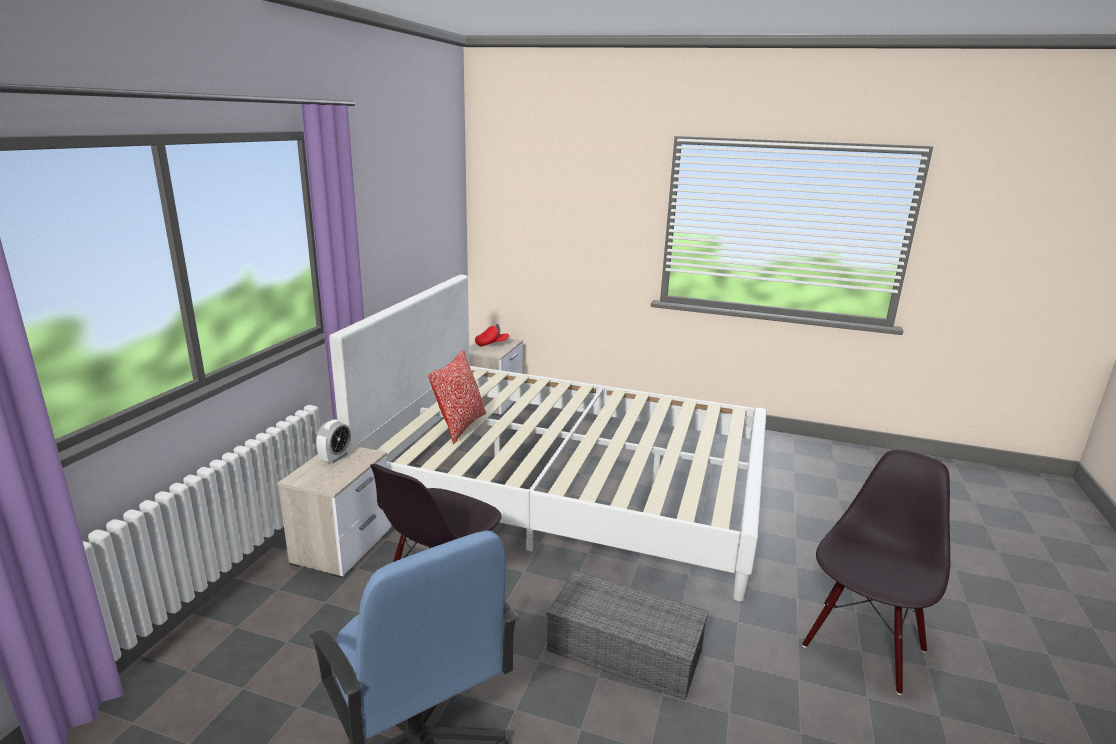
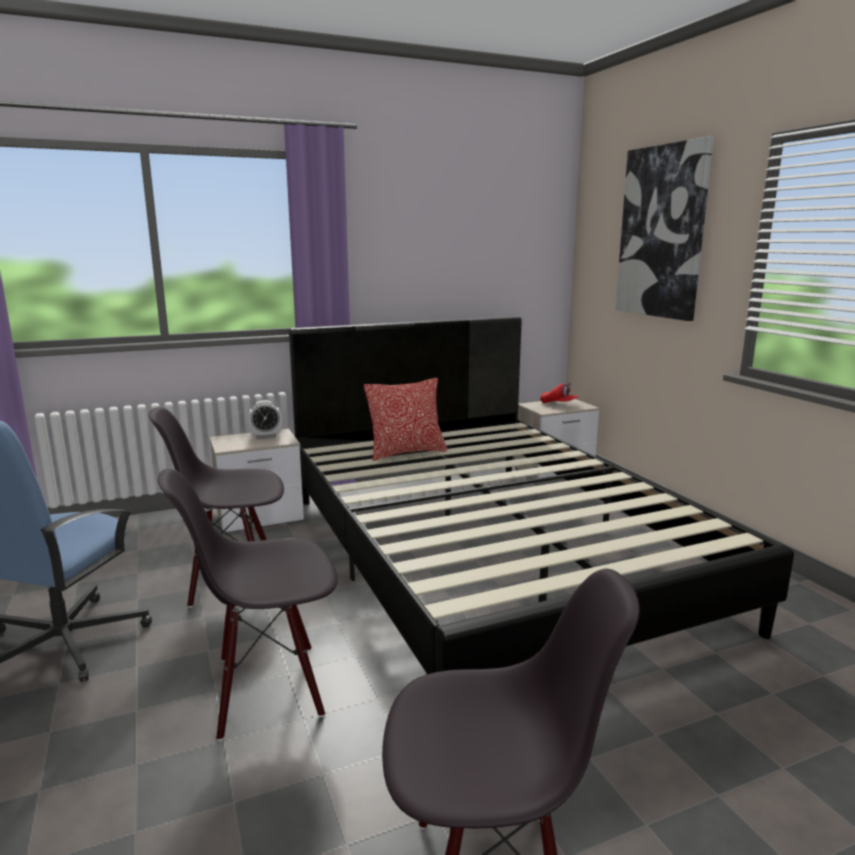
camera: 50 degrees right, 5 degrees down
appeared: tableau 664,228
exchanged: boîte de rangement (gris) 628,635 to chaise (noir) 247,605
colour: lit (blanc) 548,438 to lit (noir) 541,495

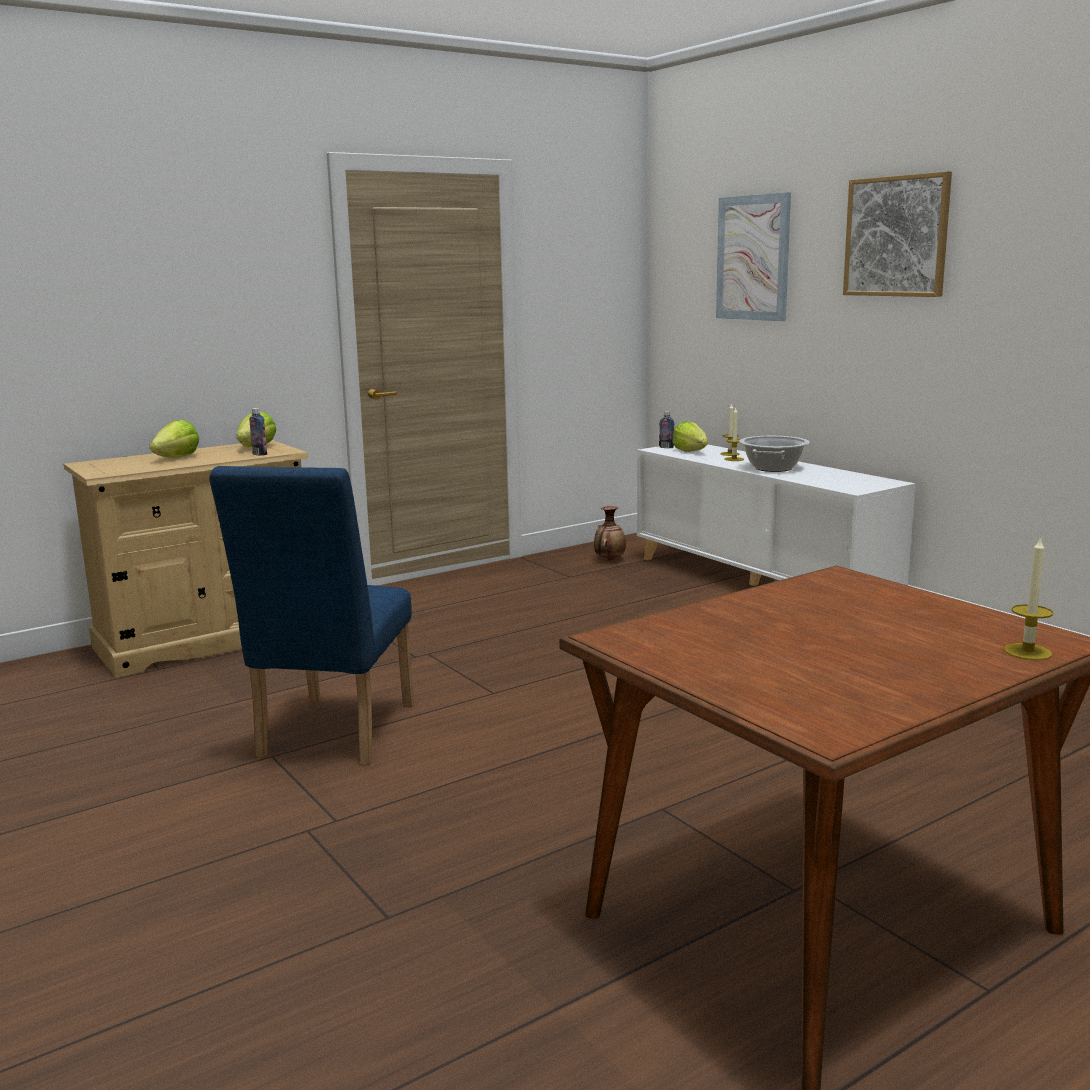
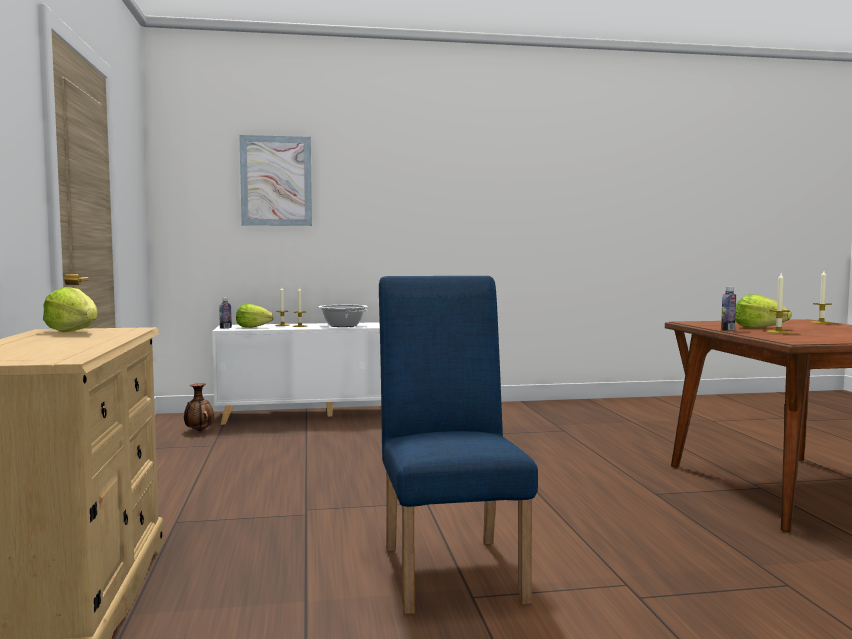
camera: 65 degrees left, 10 degrees down
missing: tableau 897,234
appeared: bougie 778,303
relocated: laitue 174,439 to 763,311; bouteille 258,431 to 728,308
spun: chaise (bleu) 311,616 = 458,445 135 degrees counterclockwise

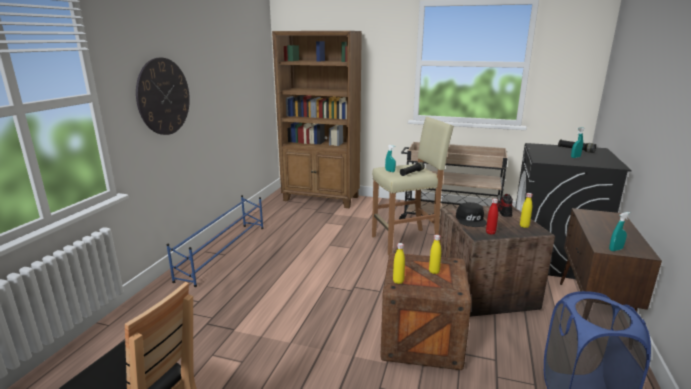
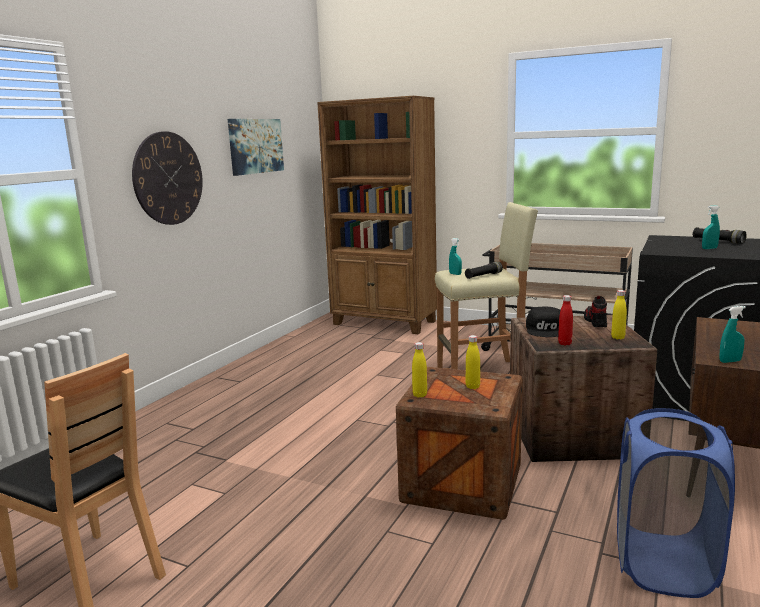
camera: 10 degrees right, 5 degrees down
missing: étagère à chaussures (bleu) 214,241
appeared: tableau 256,147

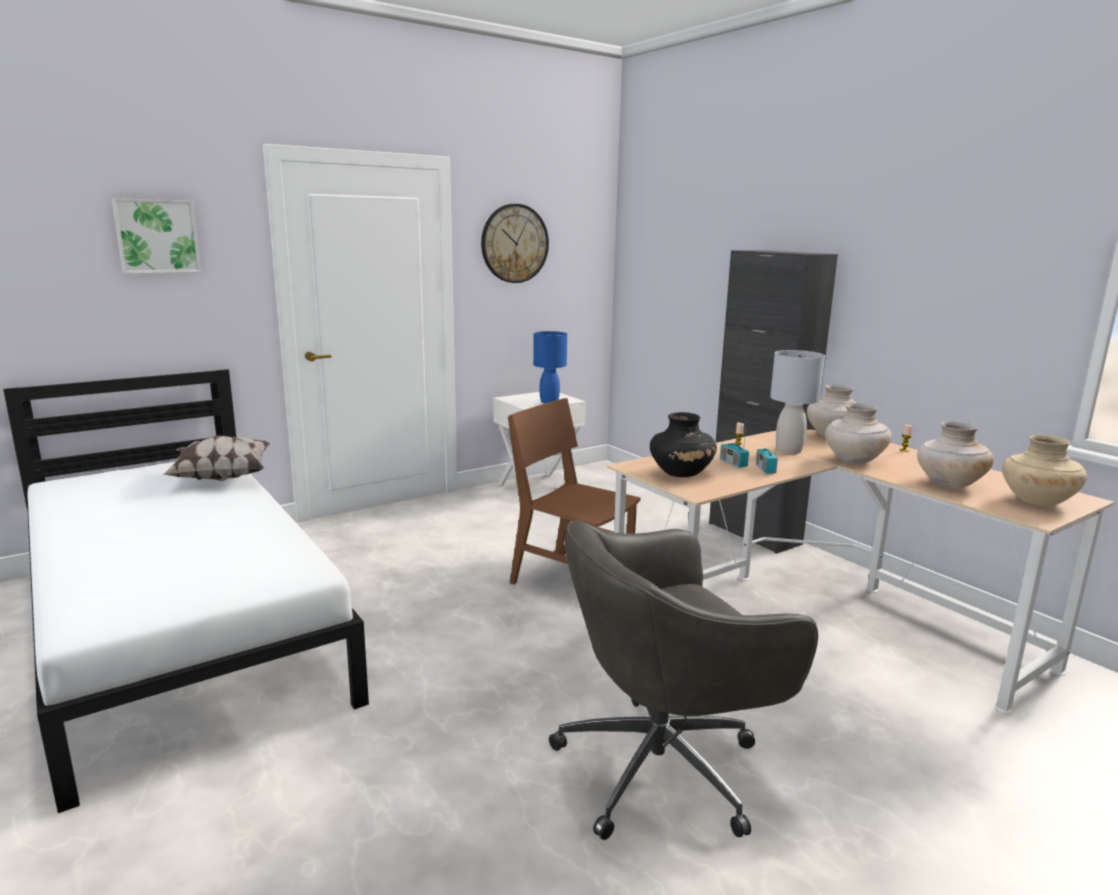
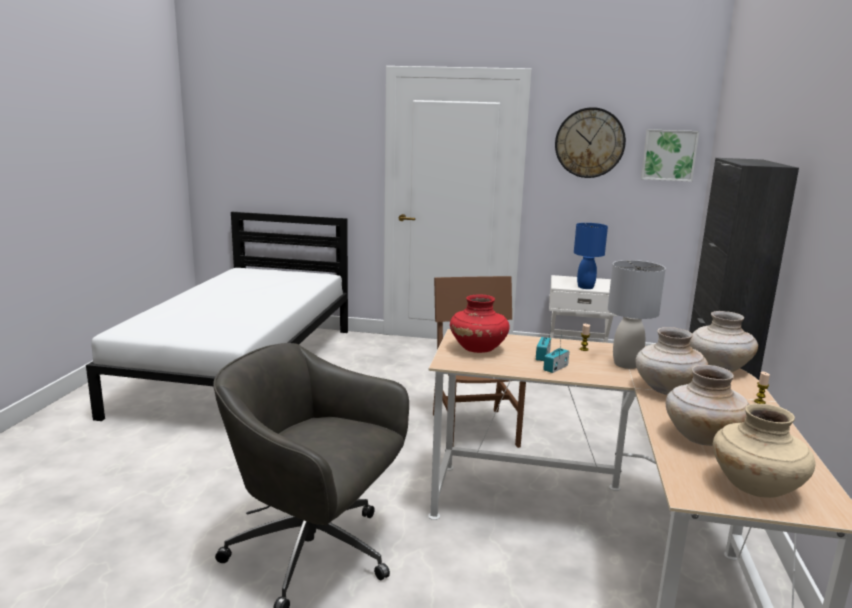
camera: 45 degrees right, 0 degrees up
missing: coussin 216,458
relocated: tableau 156,236 to 670,155
colour: vase (noir) 683,444 to vase (rouge) 480,323

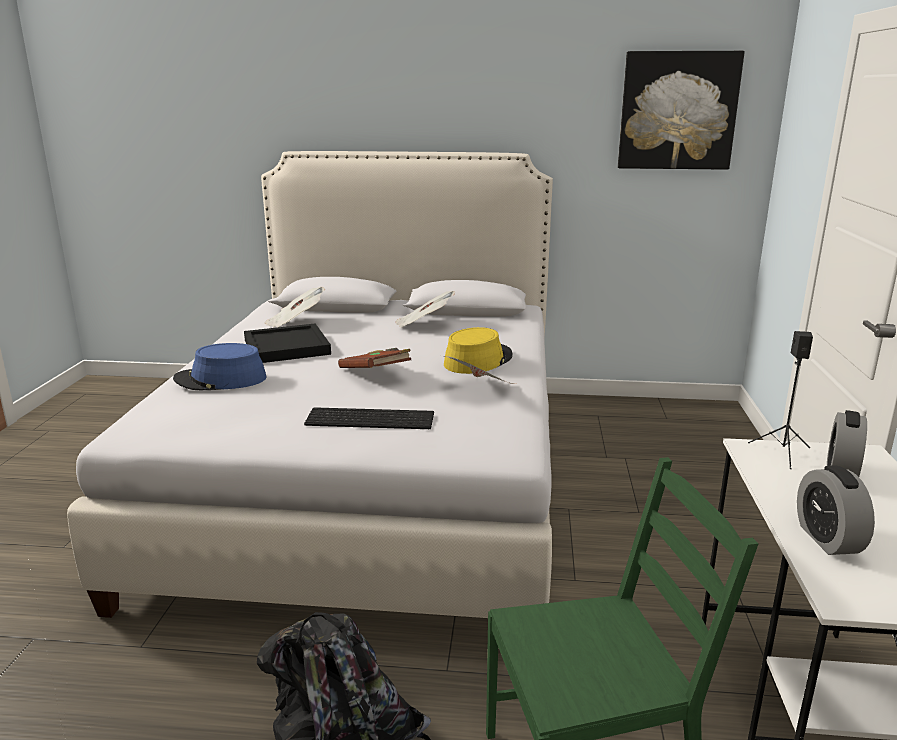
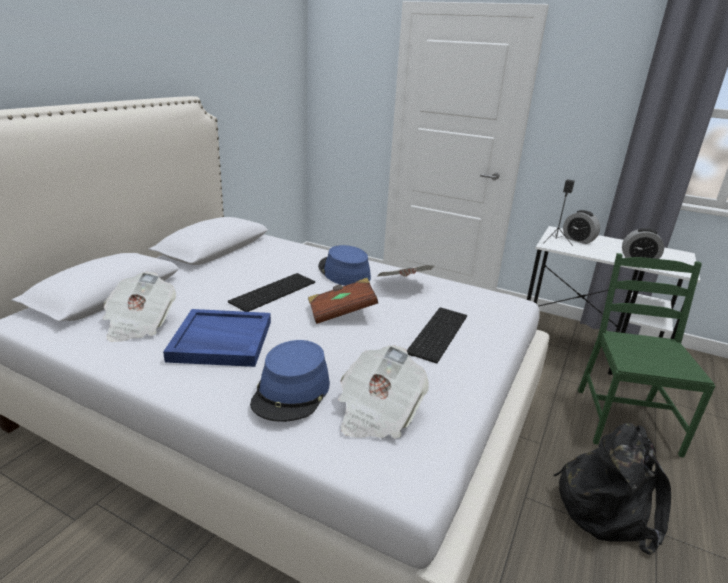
camera: 70 degrees left, 5 degrees up
missing: tableau 681,110
appeared: clavier 271,292
relocated: journal 425,309 to 383,392
colour: plateau (noir) 287,343 to plateau (bleu) 217,338; chapeau (jaune) 478,350 to chapeau (bleu) 344,265

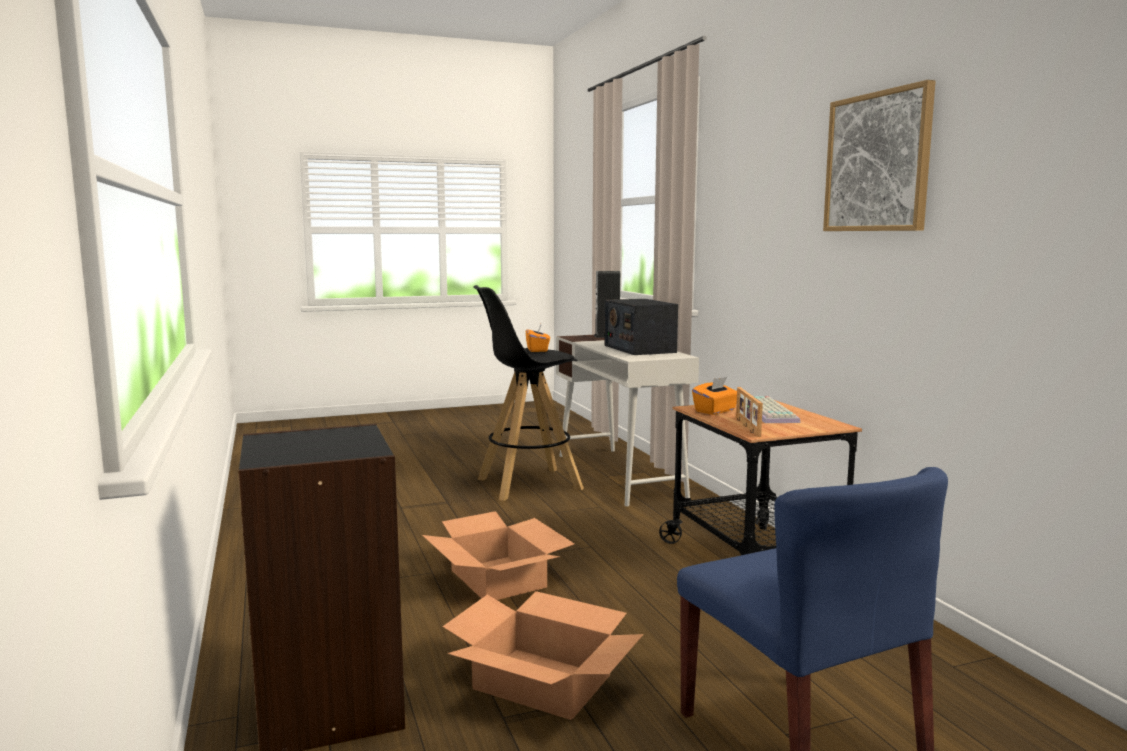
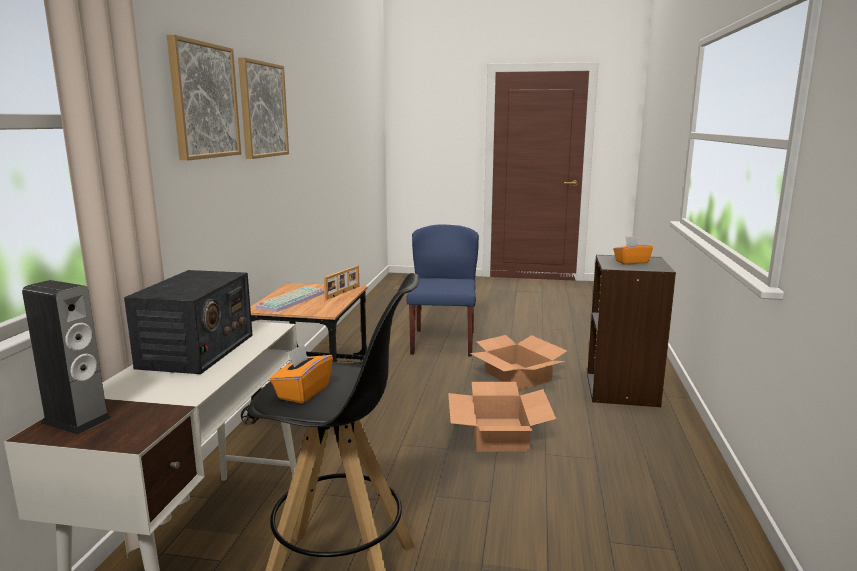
camera: 150 degrees left, 5 degrees up
appeared: tableau 204,97
relocated: boîte à mouchoirs (orange) 714,396 to 633,250

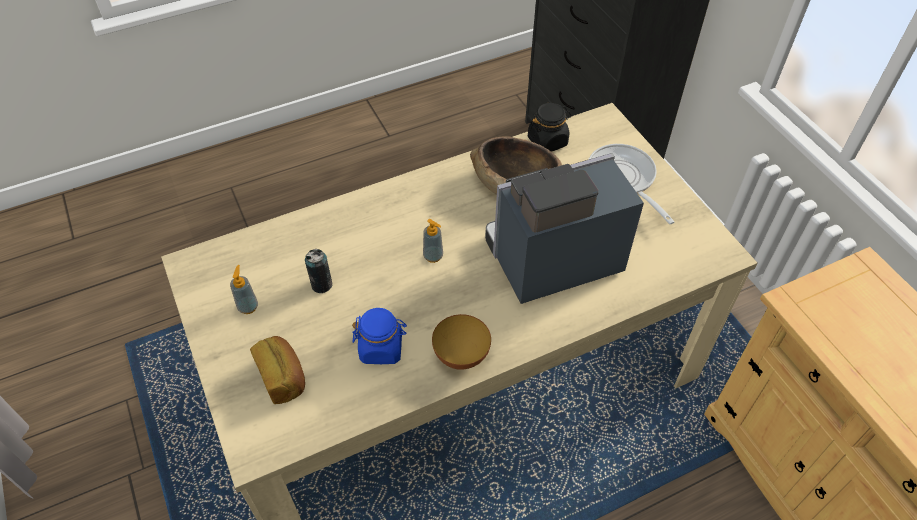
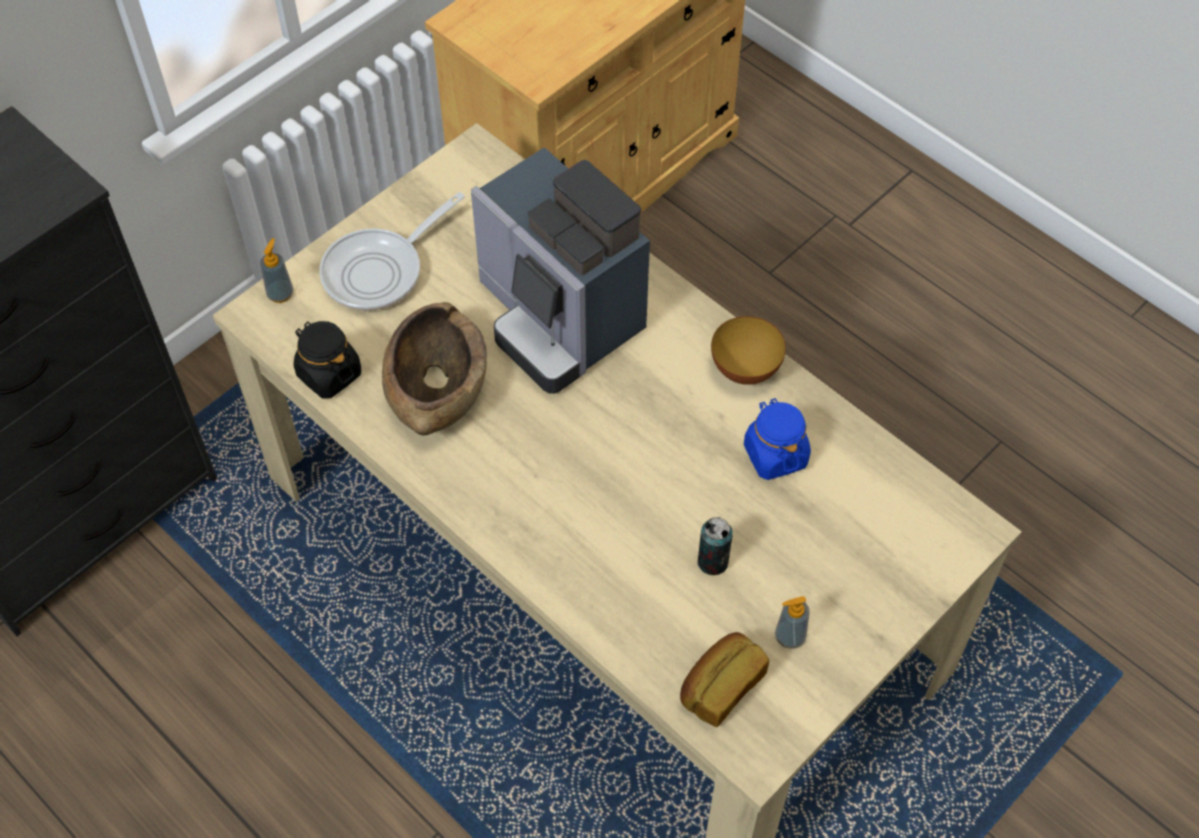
camera: 110 degrees left, 5 degrees up
relocated: pain 277,370 to 724,679; distributeur de savon 433,241 to 276,270

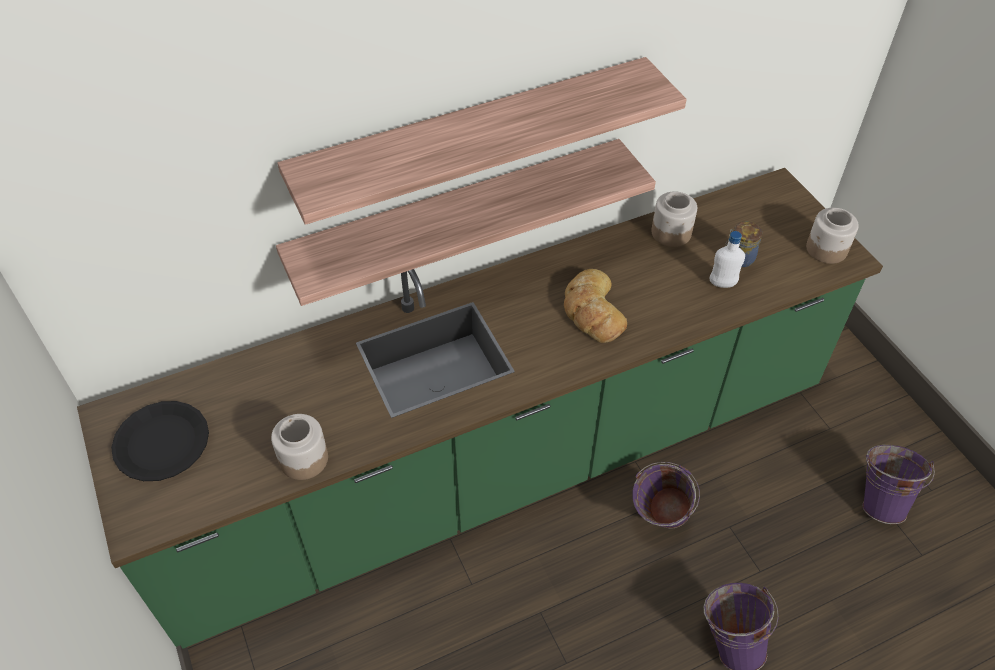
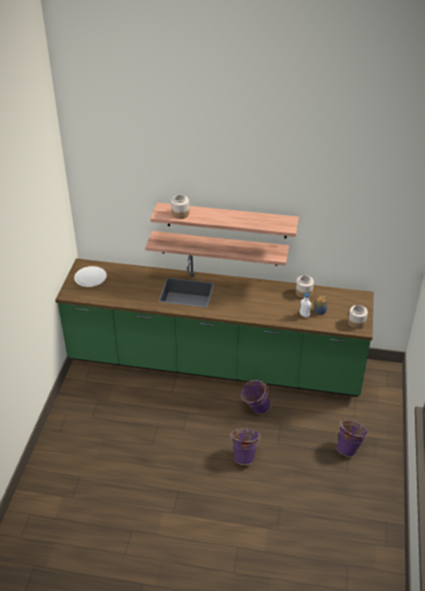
camera: 35 degrees right, 10 degrees down
missing: pain 595,306
relocated: bocal 299,447 to 180,207
colour: assiette (noir) 160,441 to assiette (blanc) 90,276

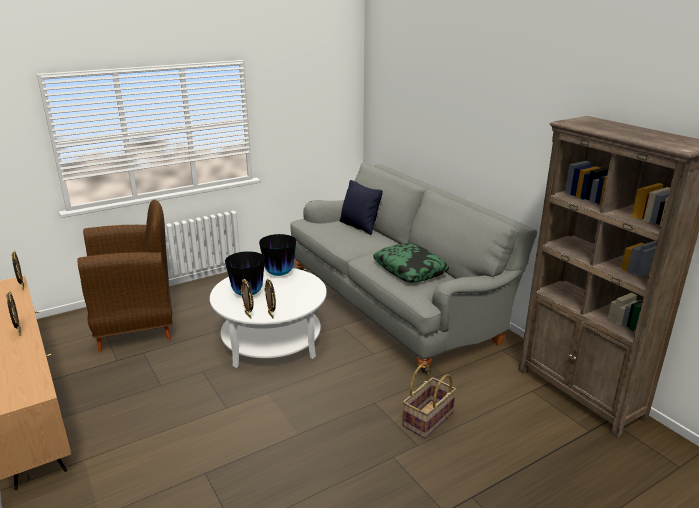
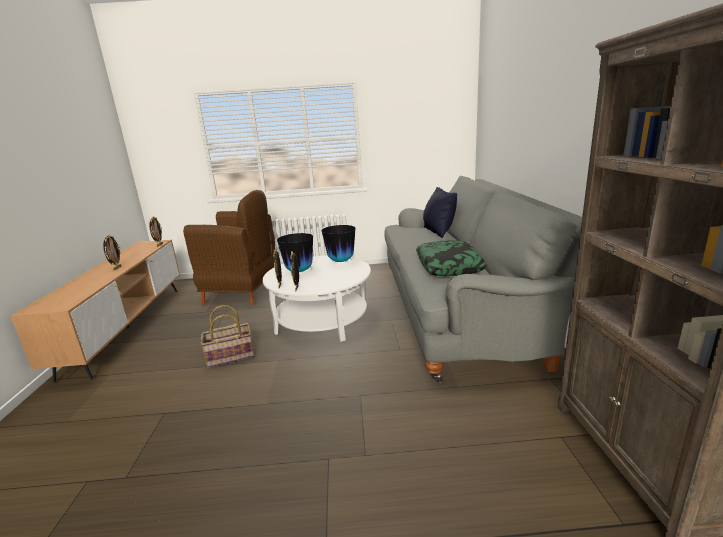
camera: 30 degrees right, 5 degrees down
relocated: panier 429,400 to 227,336

